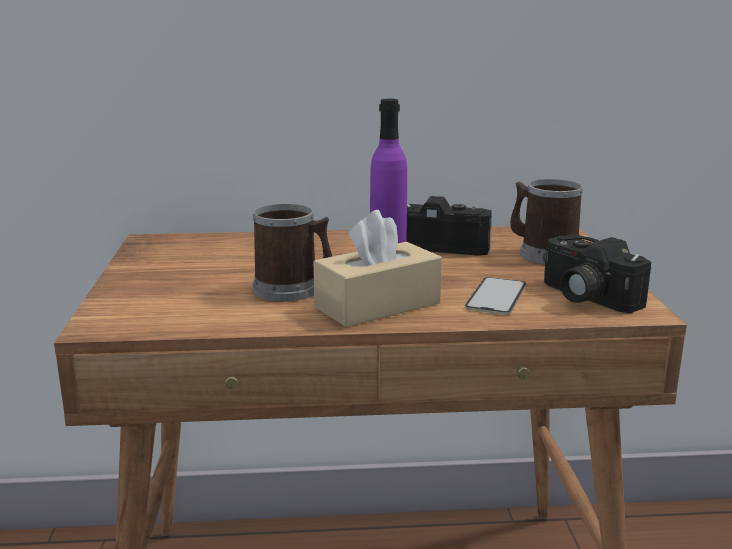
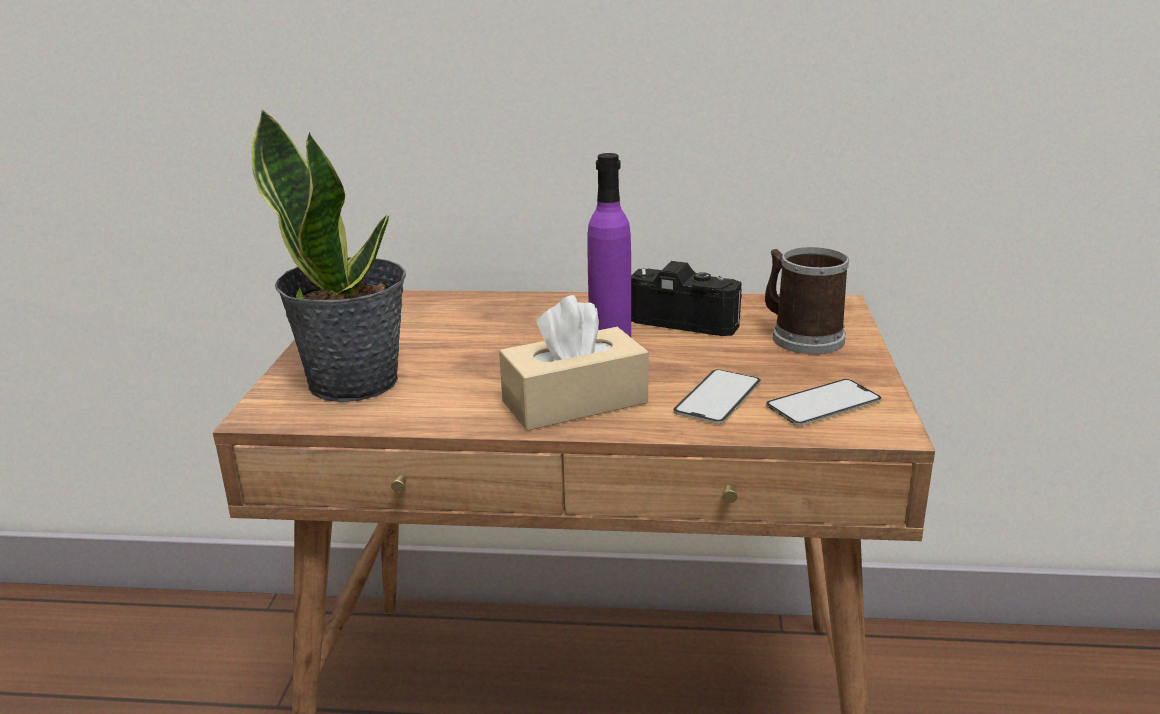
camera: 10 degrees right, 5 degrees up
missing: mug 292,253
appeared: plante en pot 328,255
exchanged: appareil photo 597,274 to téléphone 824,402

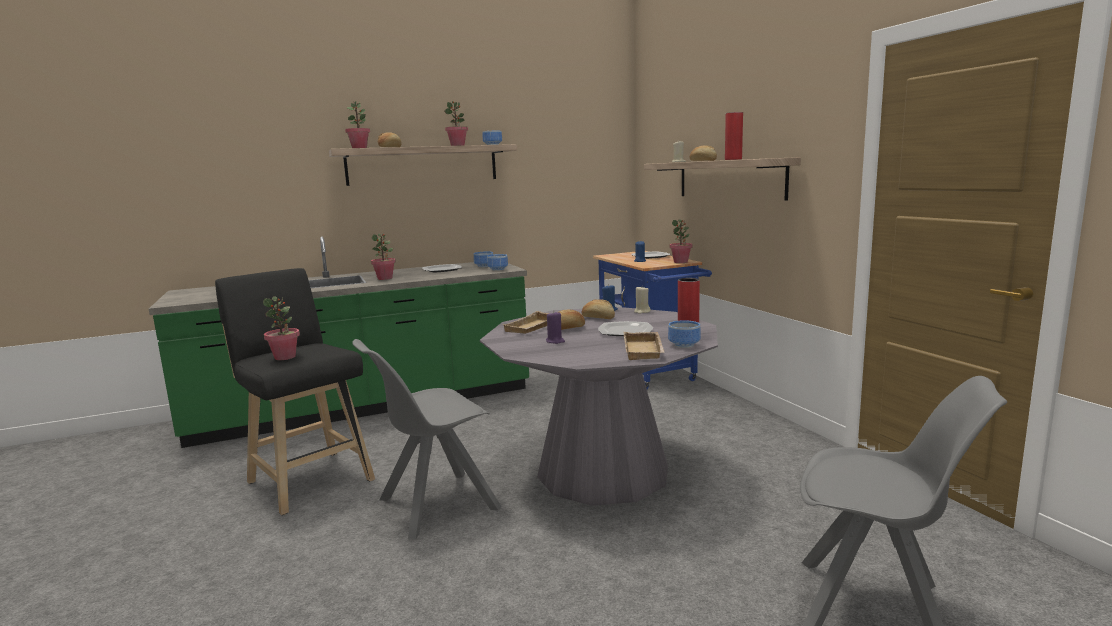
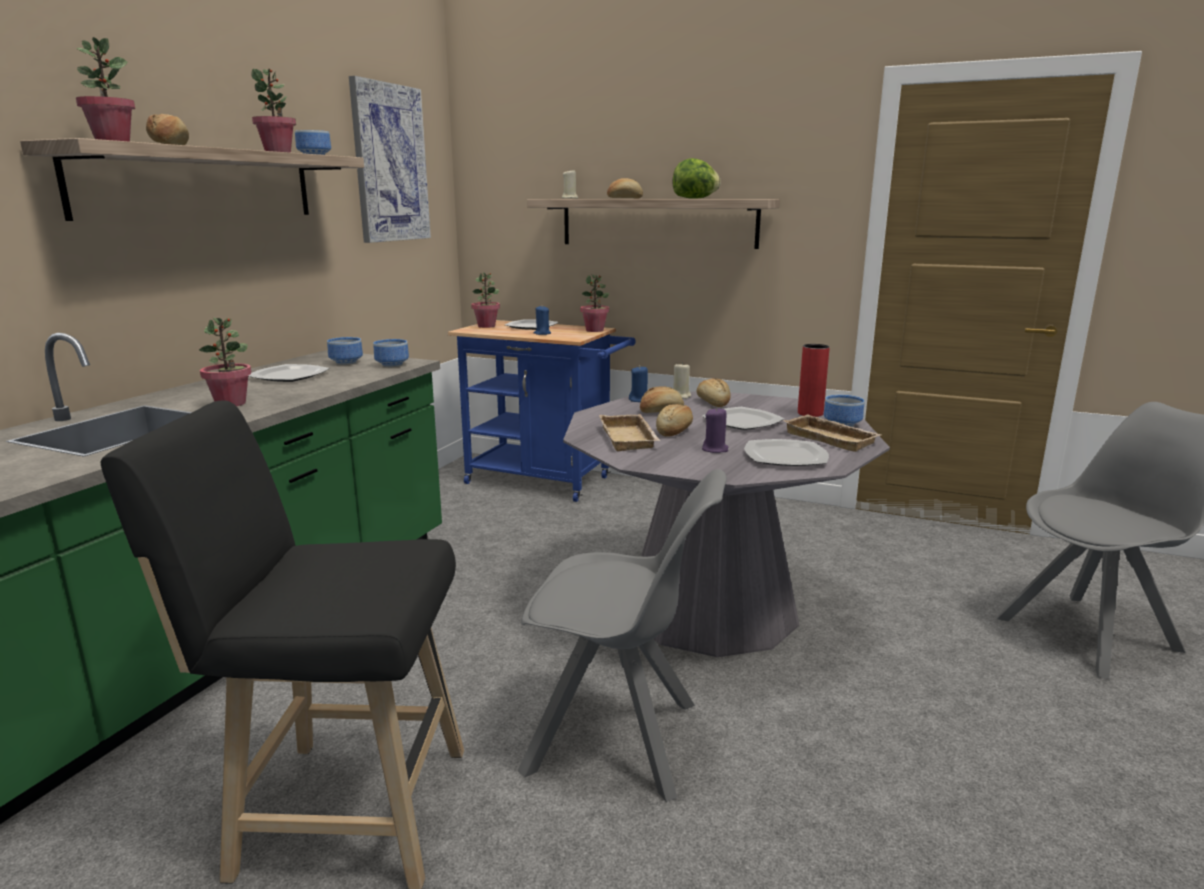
camera: 45 degrees left, 5 degrees up
appeared: tableau 390,159; pain 713,392; assiette 786,452
relocated: plante en pot 281,328 to 485,300
exchanged: vase (rouge) 734,136 to laitue 696,178
spun: chaise (gris) 427,439 = 622,635 90 degrees counterclockwise

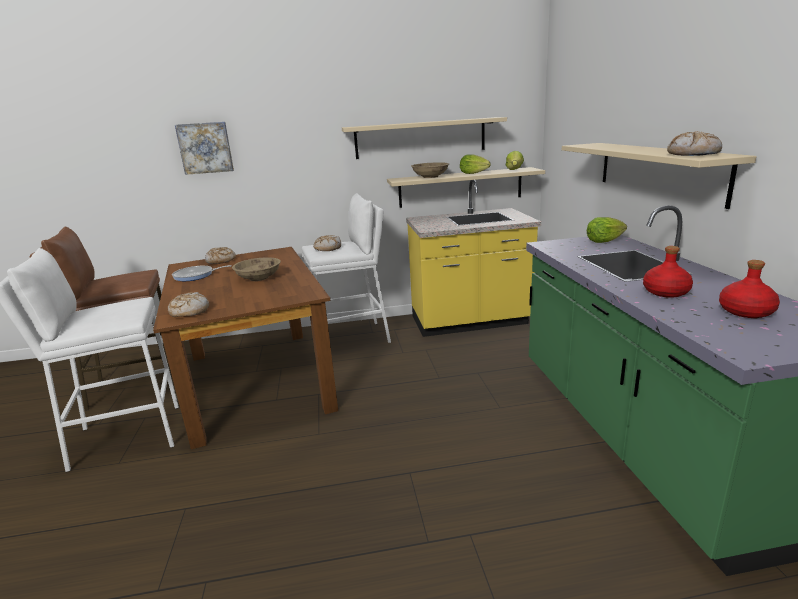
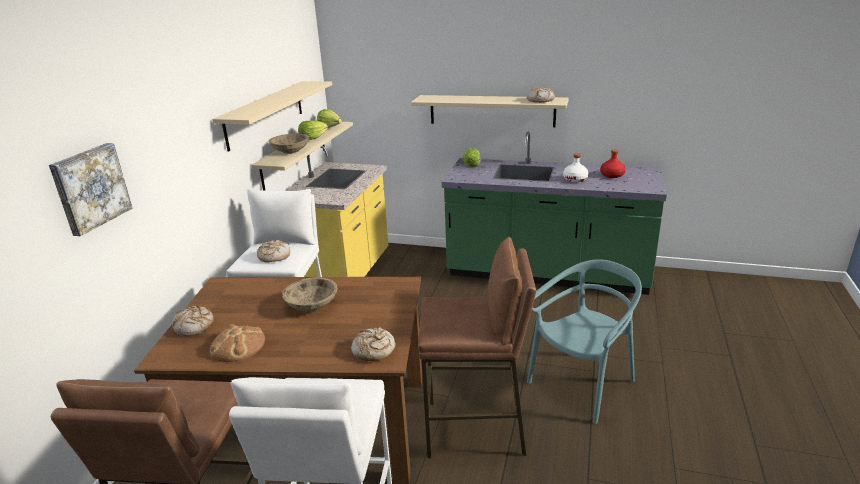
camera: 65 degrees left, 5 degrees up
appeared: tabouret (marron) 477,347; chaise (turquoise) 584,341
exchanged: poêle 202,273 to pain 237,343
colour: bouteille (rouge) 668,272 to bouteille (blanc) 575,167

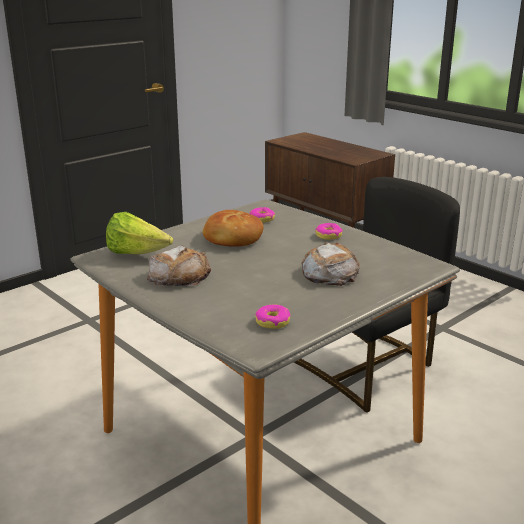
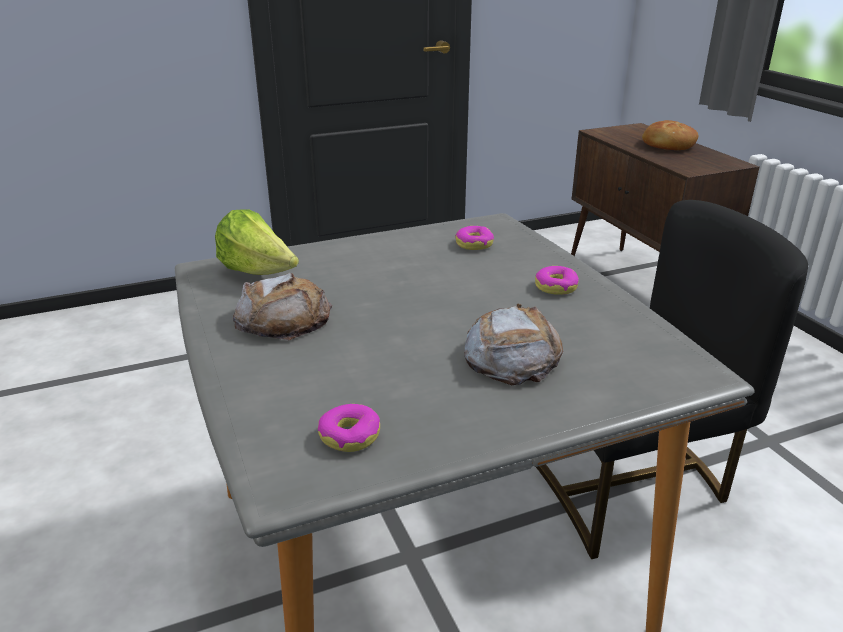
camera: 20 degrees right, 5 degrees up
relocated: pain 233,228 to 670,135

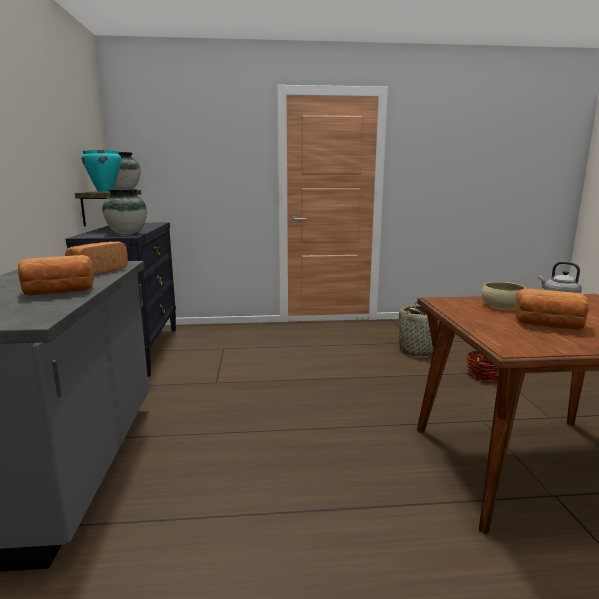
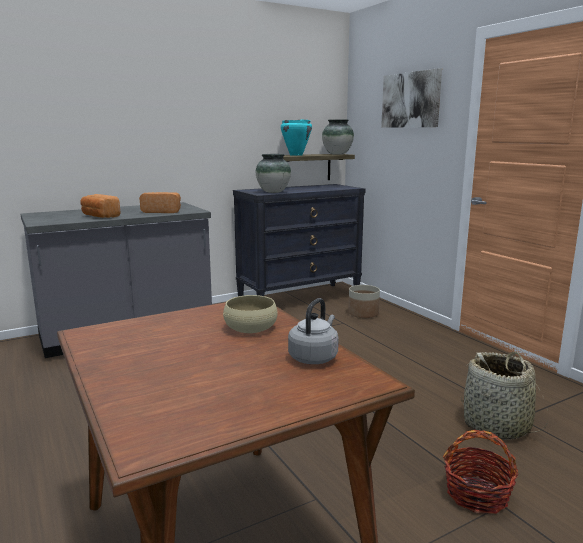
camera: 65 degrees right, 0 degrees up
missing: pain 551,309
appeared: cache-pot 364,301; tableau 411,98

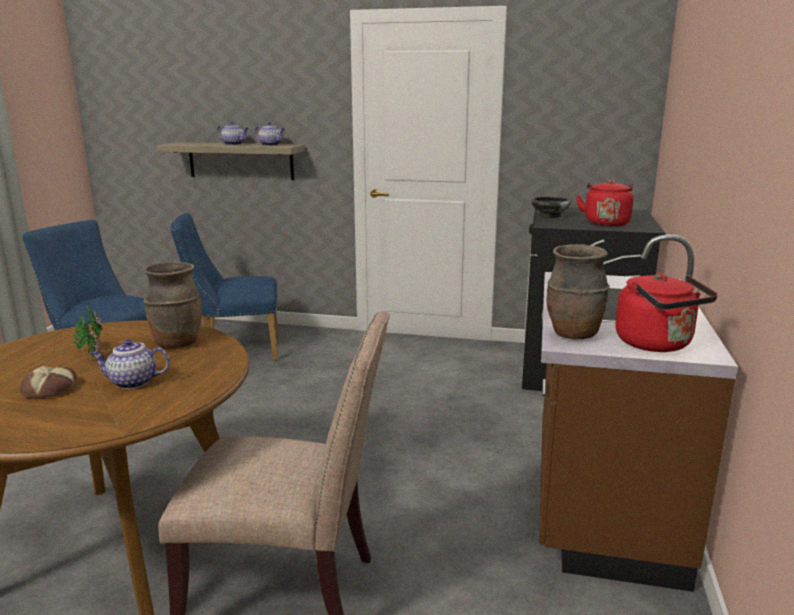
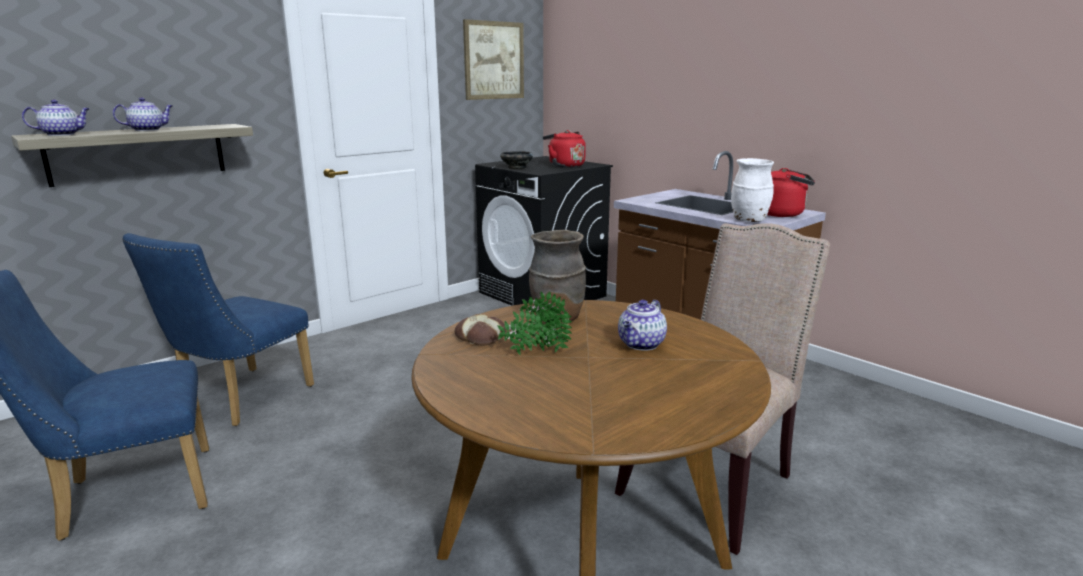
camera: 55 degrees left, 0 degrees up
appeared: tableau 493,59
relocated: pain 48,381 to 480,330; théière 269,134 to 56,118
colour: vase (marron) 578,291 to vase (blanc) 752,190

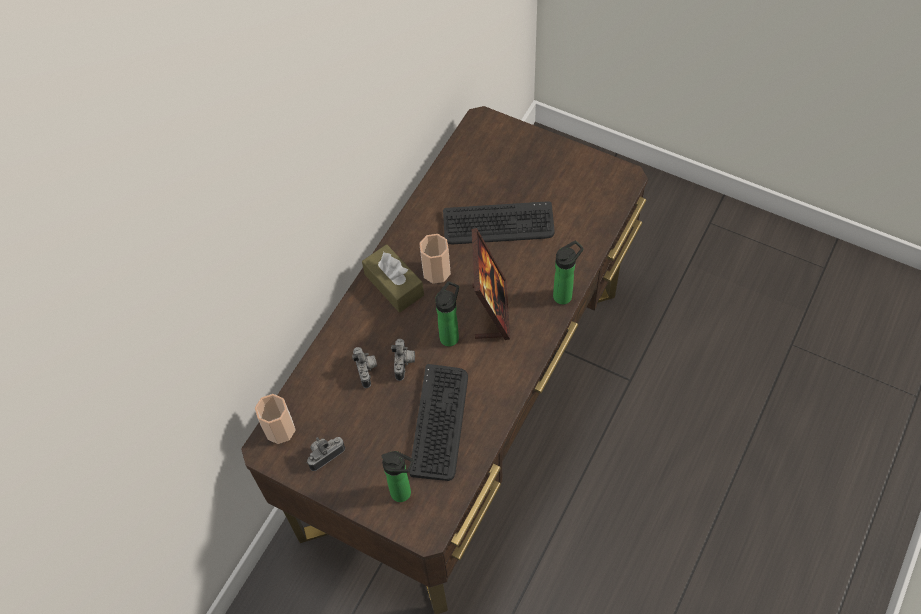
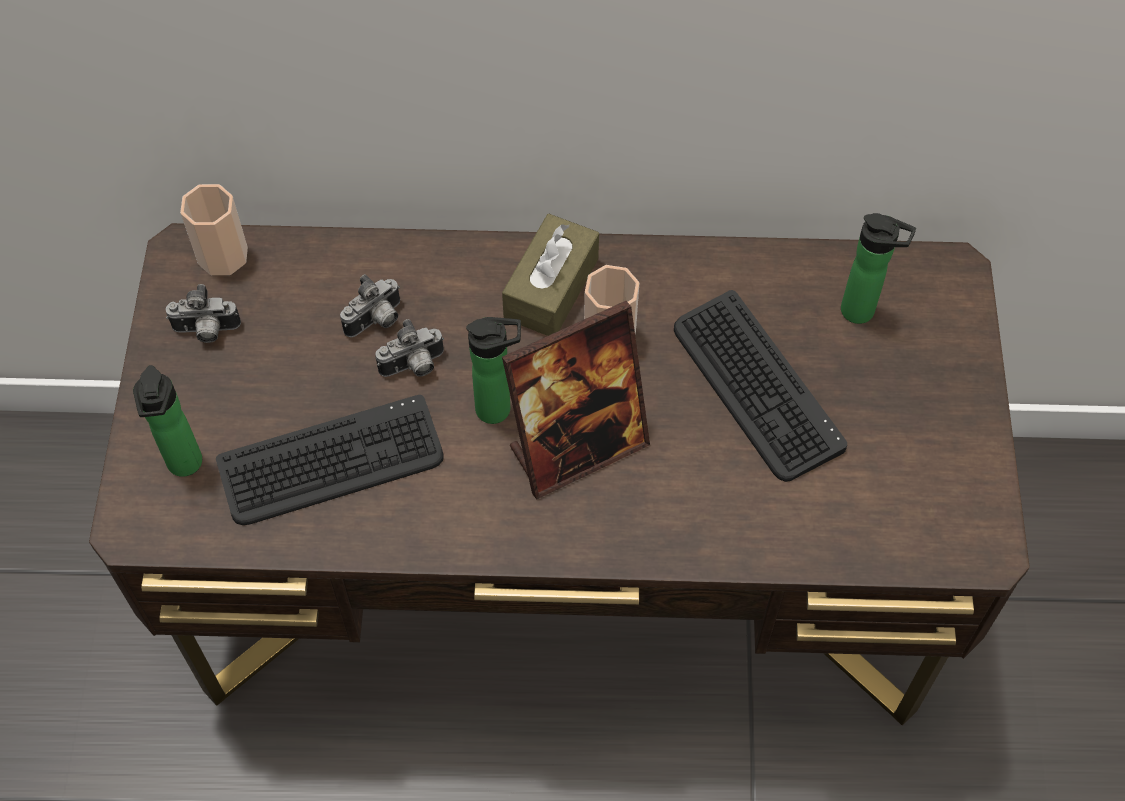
camera: 60 degrees right, 0 degrees up
relocated: bouteille 568,273 to 878,268
spun: appareil photo 326,454 = 203,313 150 degrees clockwise

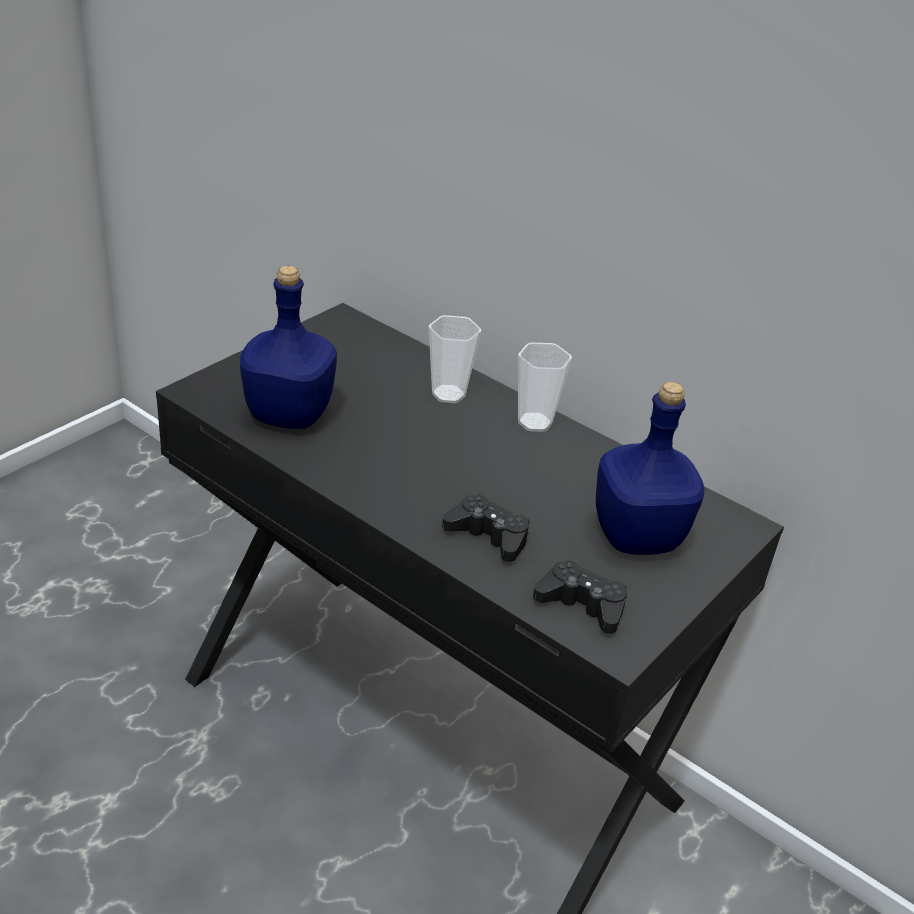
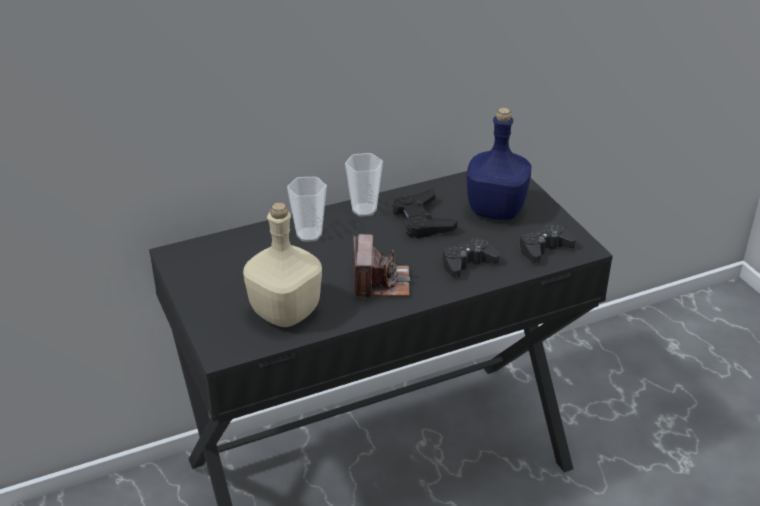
camera: 60 degrees left, 0 degrees up
appeared: appareil photo 381,266; manette (noir) 424,213
colour: bouteille (bleu) 288,347 to bouteille (beige) 282,264

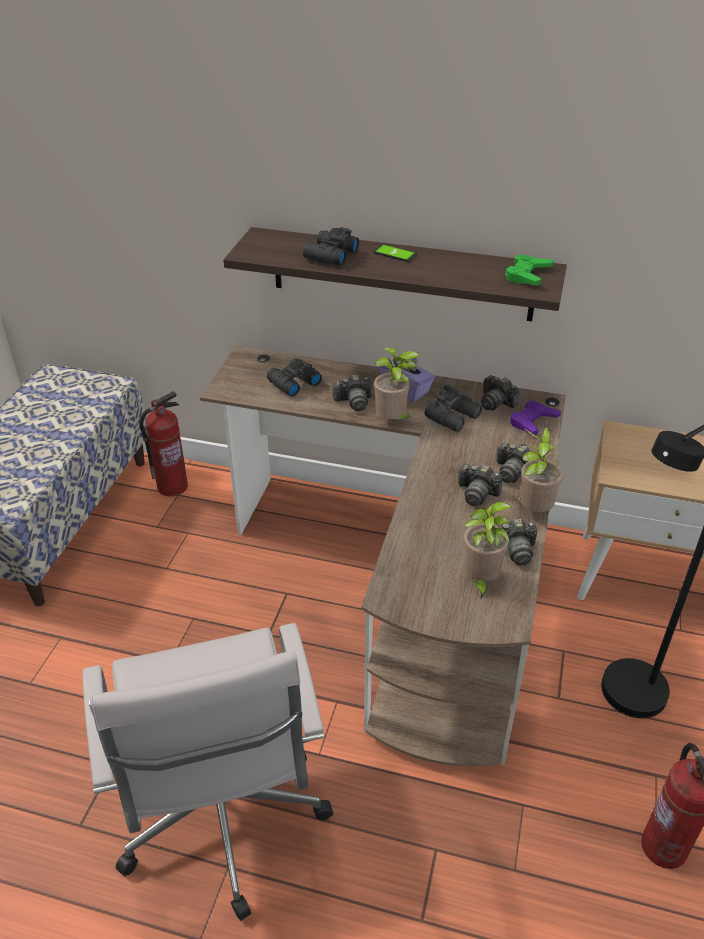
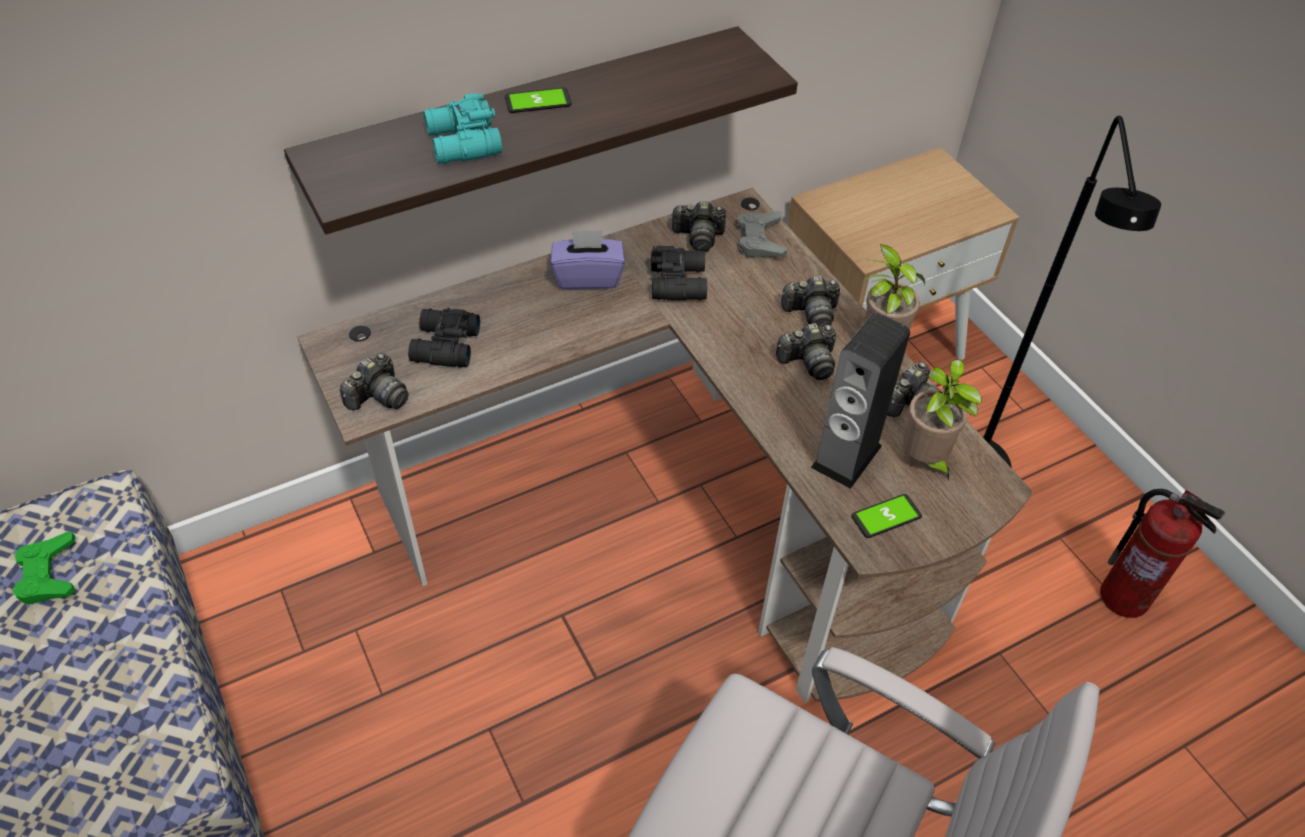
camera: 45 degrees left, 10 degrees up
missing: extincteur 163,444; plante en pot 397,384
appeared: enceinte 860,400; téléphone 886,516
relocated: appareil photo 352,393 to 374,381; manette (vert) 530,269 to 44,568
colour: jumelles (noir) 331,246 to jumelles (turquoise) 463,128; manette (violet) 535,417 to manette (gris) 762,234

